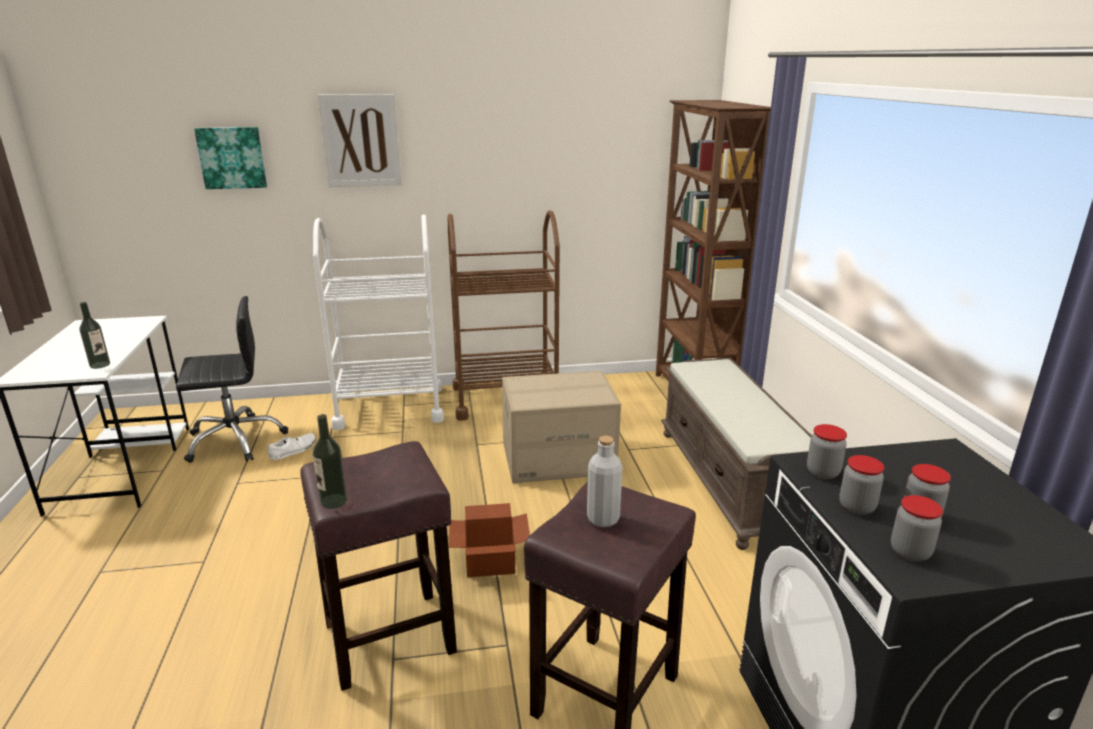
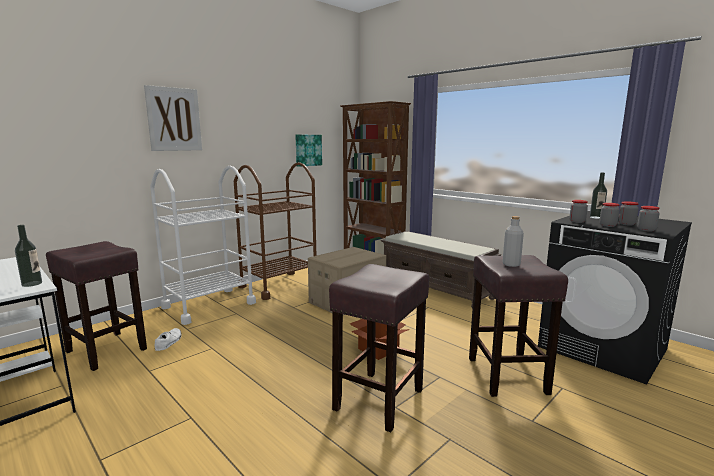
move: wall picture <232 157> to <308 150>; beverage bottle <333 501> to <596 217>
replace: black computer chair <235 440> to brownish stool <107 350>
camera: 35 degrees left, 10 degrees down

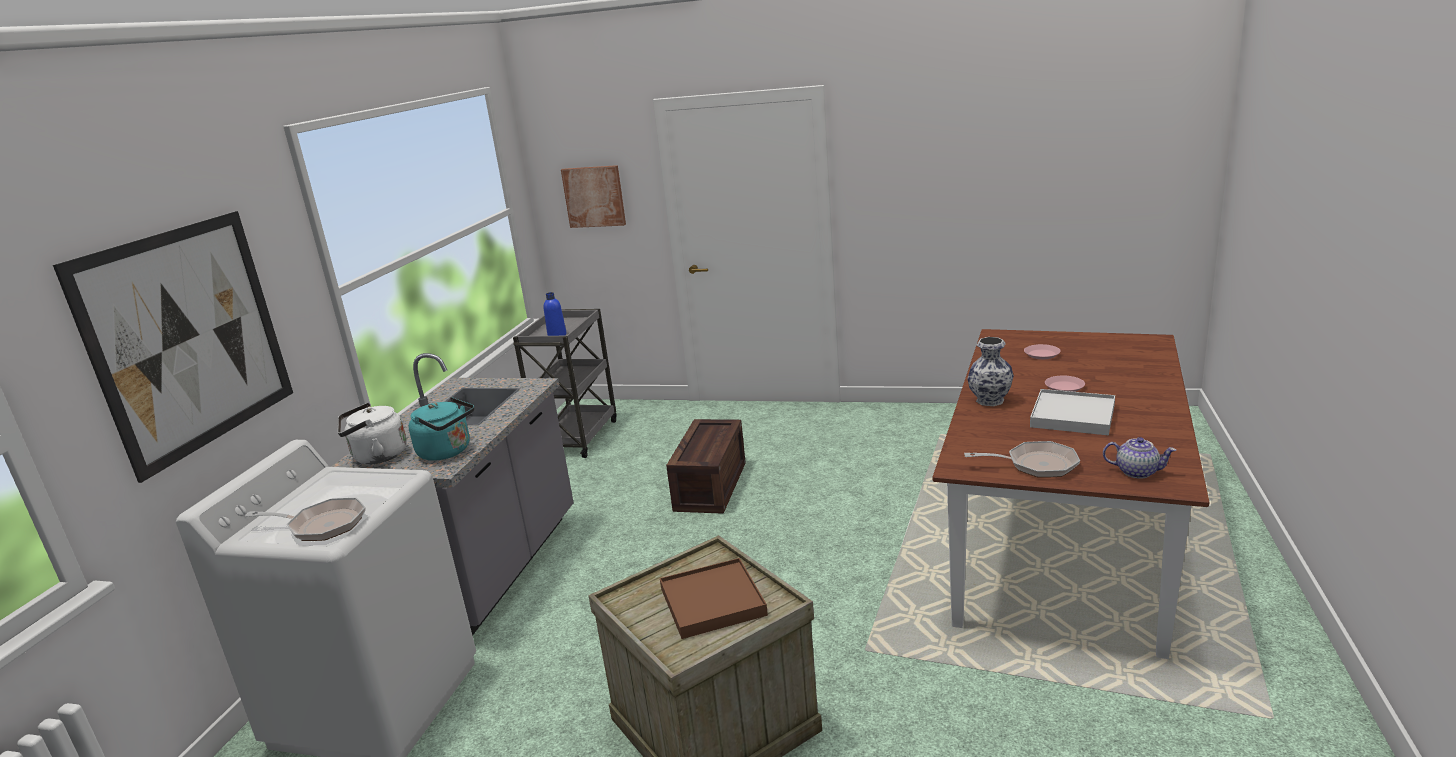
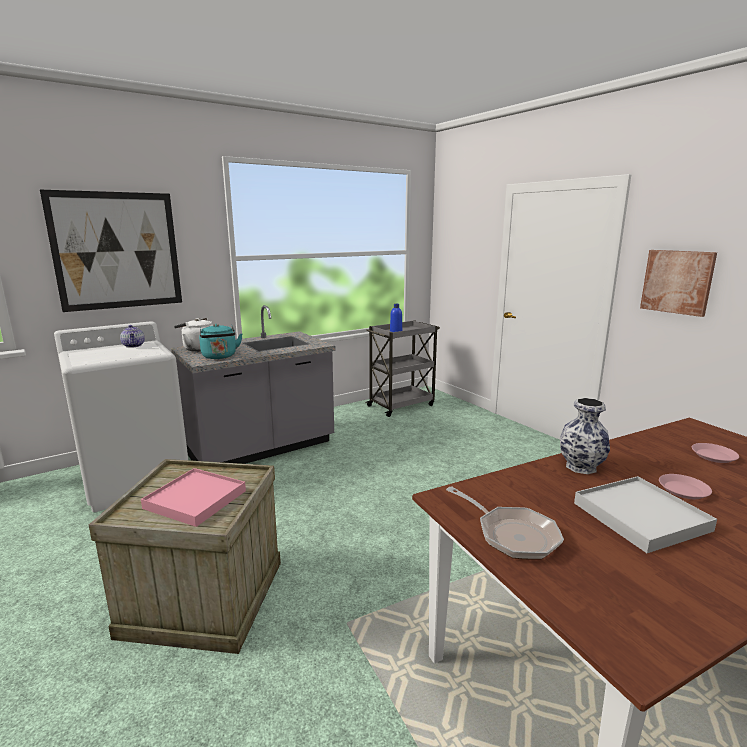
delete: pan <322 525>; packing crate <709 485>
move: wall picture <594 196> to <677 282>; pot for tea <1137 472> to <134 345>
recolor: brownish carrying tray <713 602> to pink-coloured carrying tray <195 500>
camera: 40 degrees right, 5 degrees down

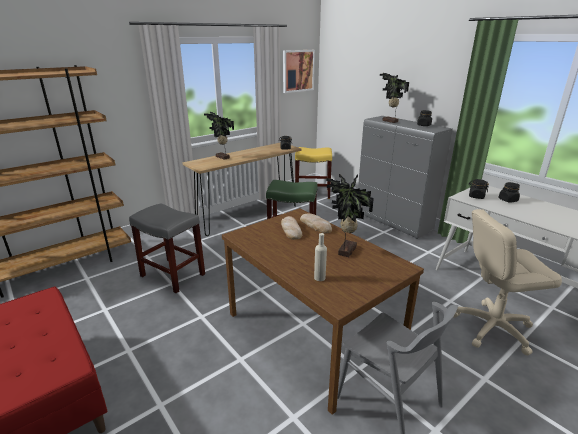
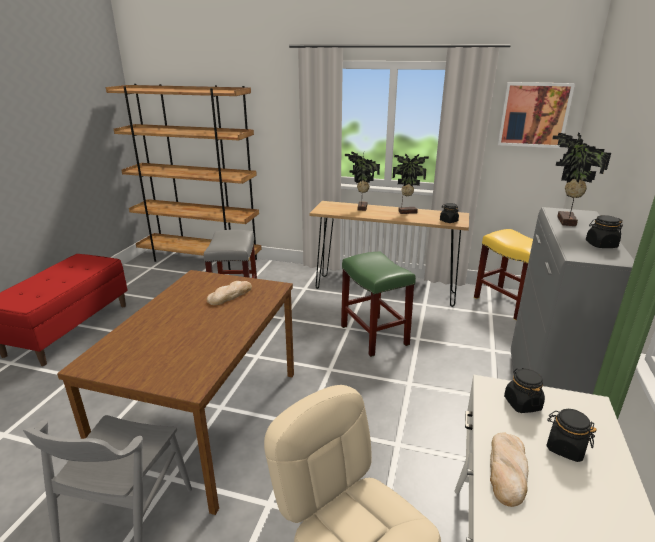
delete: beige-coloured beverage bottle <319 278>
move: bakery bread <316 225> to <507 470>; potted plant <345 250> to <406 212>
camera: 55 degrees right, 0 degrees up

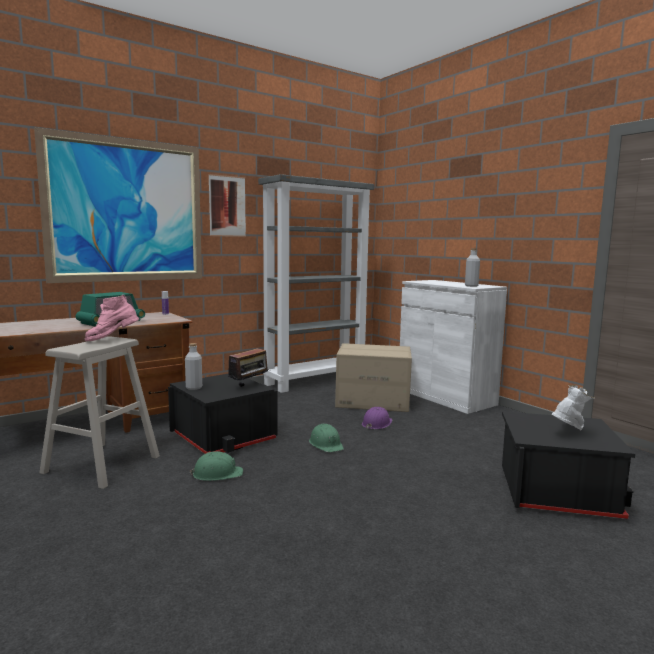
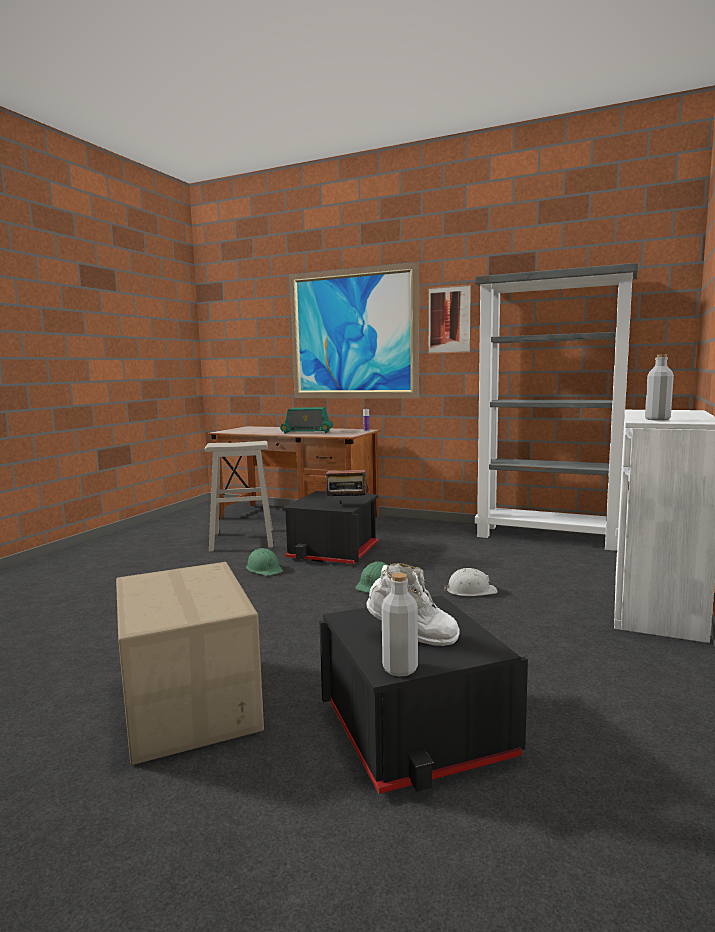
delete: pink-coloured high-top boot <112 339>
move: greyish beverage bottle <194 388> to <400 668>; packing box <373 401> to <191 703>
recolor: purple-coloured hard hat <376 423> to whitish hard hat <470 590>
camera: 60 degrees right, 0 degrees up

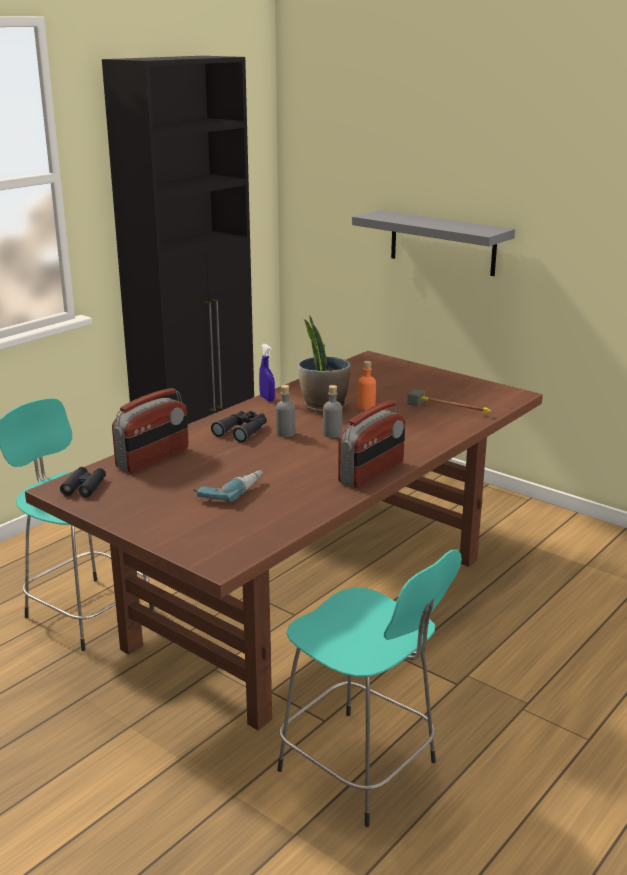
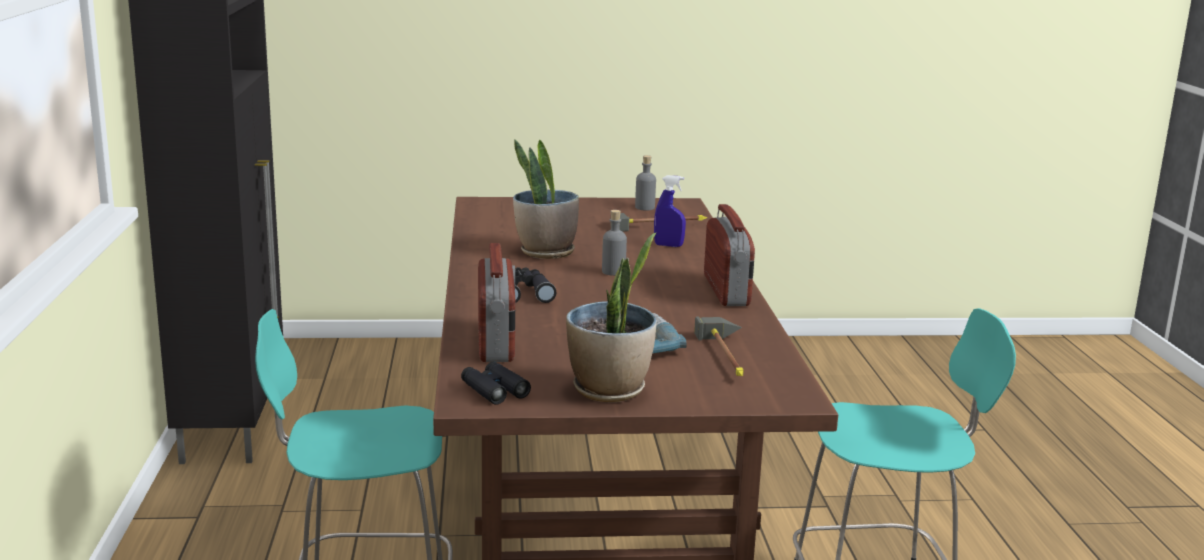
delete: greyish bracket shelf <442 243>; orange-coloured beverage bottle <366 407>
insert: potted plant <609 390>; tool hammer <732 358>
move: blue spray bottle <267 399> to <668 245>; greyish beverage bottle <285 433> to <644 207>
camera: 45 degrees left, 5 degrees down

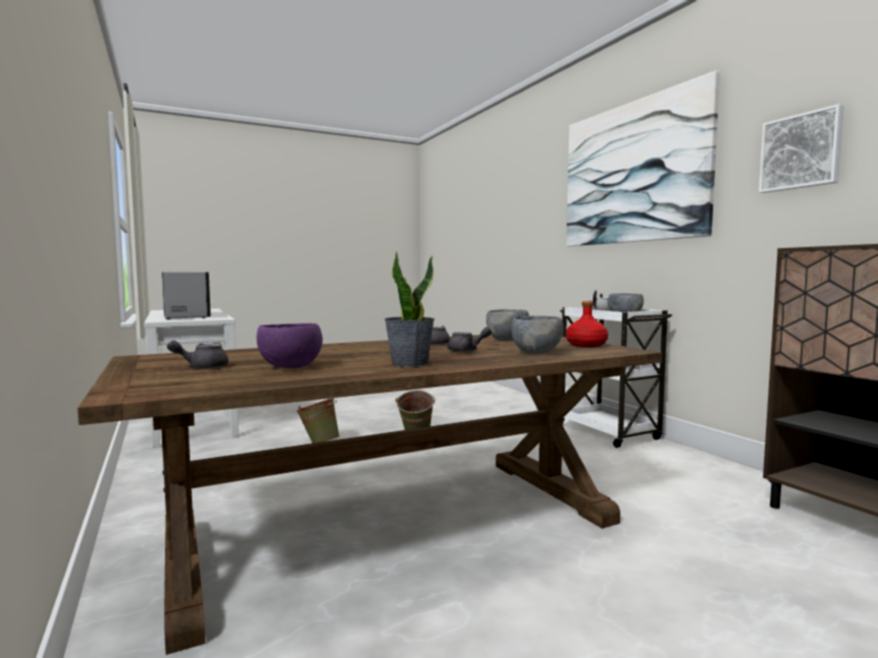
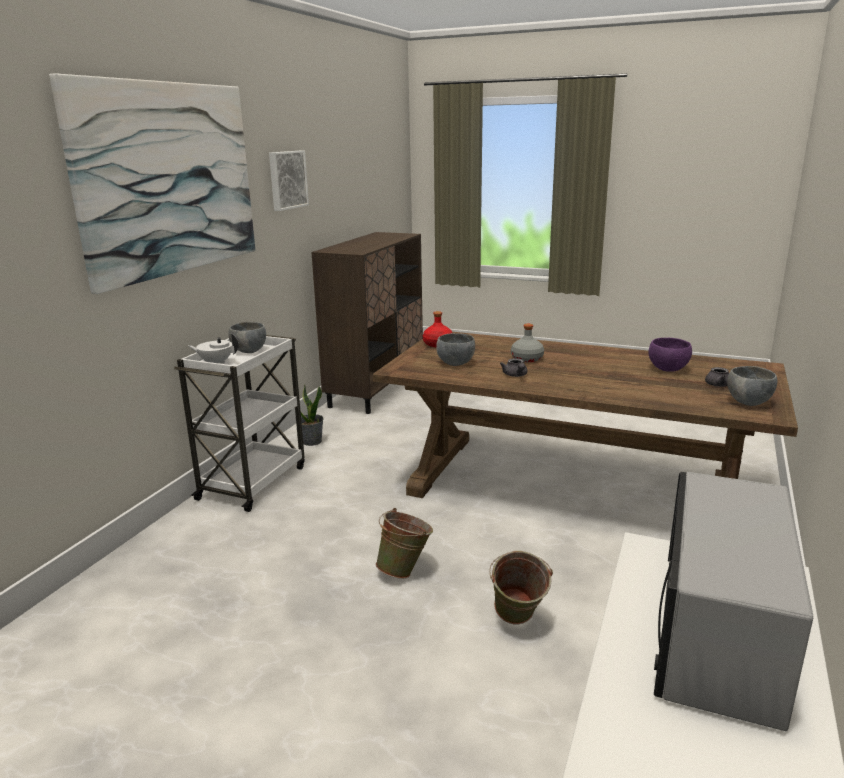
move: potted plant <409 364> to <311 441>; greyish bowl <536 353> to <748 402>
replace: greyish pot for tea <467 350> to greyish beverage bottle <526 359>
camera: 130 degrees left, 15 degrees up

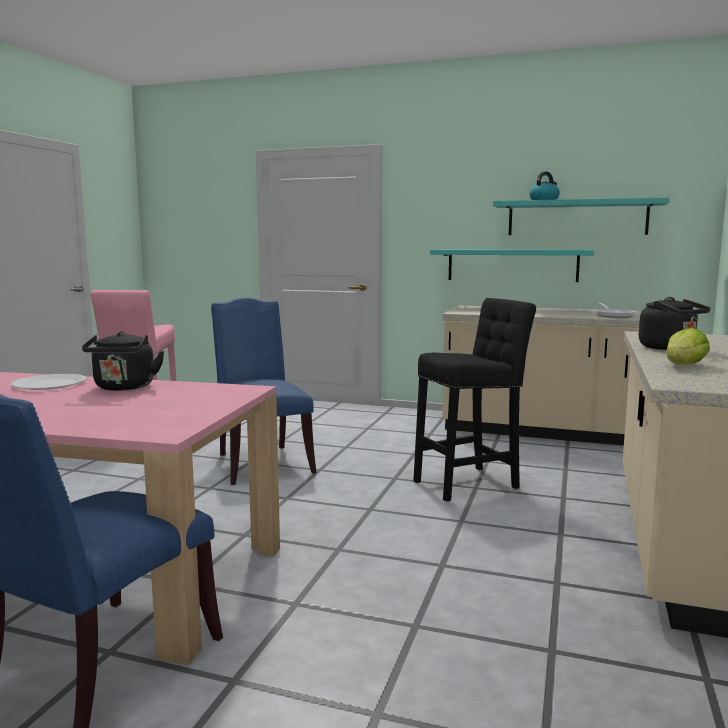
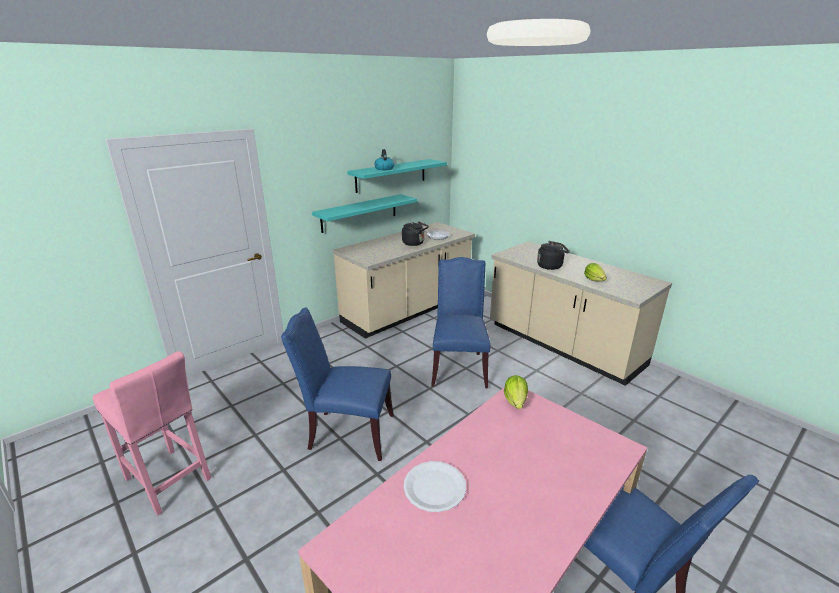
insert: head of lettuce <515 401>
move: black tea kettle <124 388> to <414 243>
replace: black stool <470 483> to blue upright chair <458 367>
camera: 60 degrees left, 15 degrees up

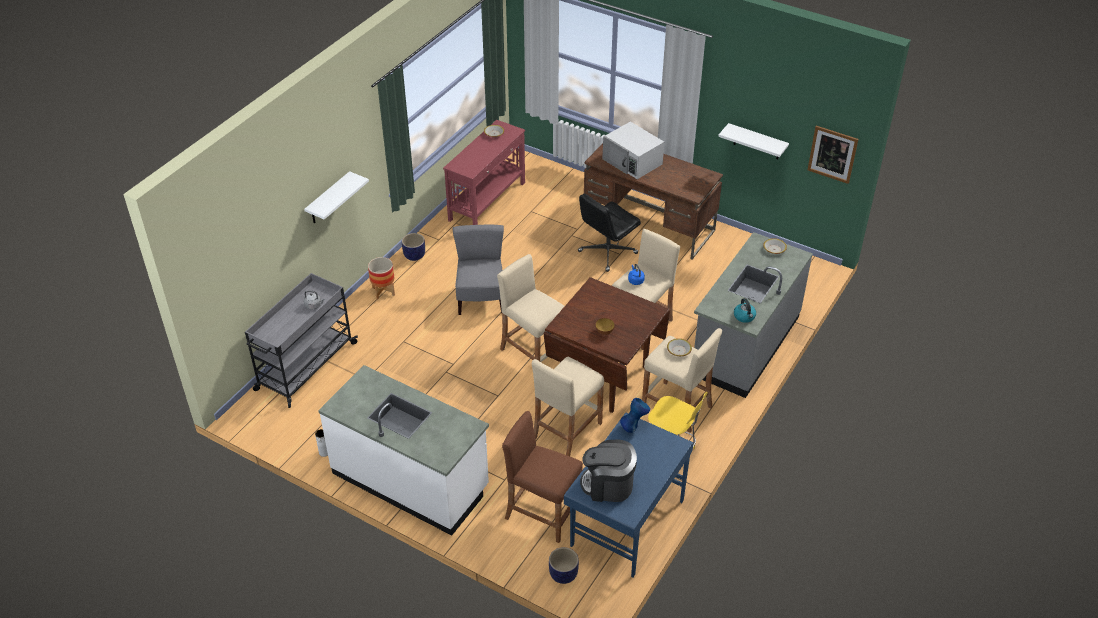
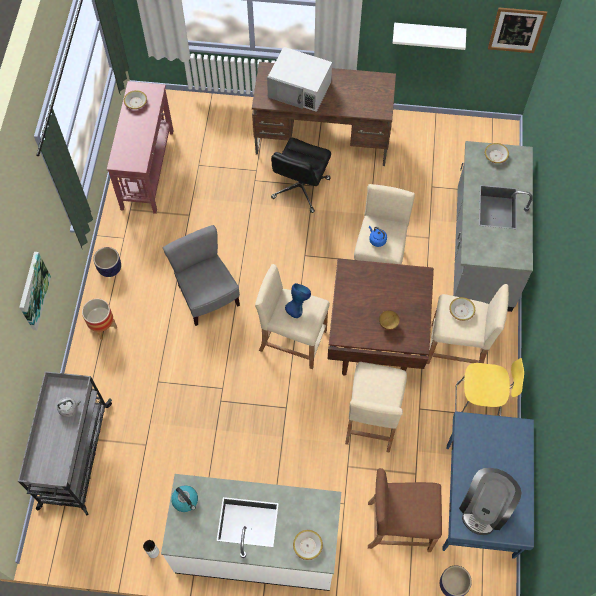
insert: bowl <307 545>
move: blue vase <634 425> to <297 307>; tea kettle <744 316> to <185 500>
replace: whitish bracket shelf <328 199> to wall picture <33 291>
rotate: coffee brewer <608 485> = <485 507> 45 degrees counterclockwise
camera: 25 degrees left, 20 degrees up

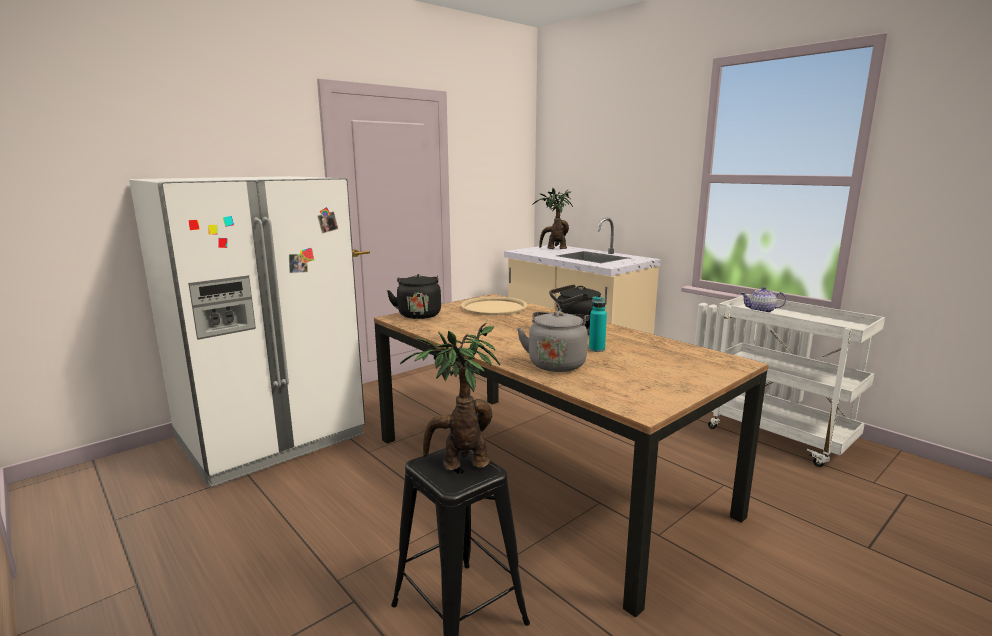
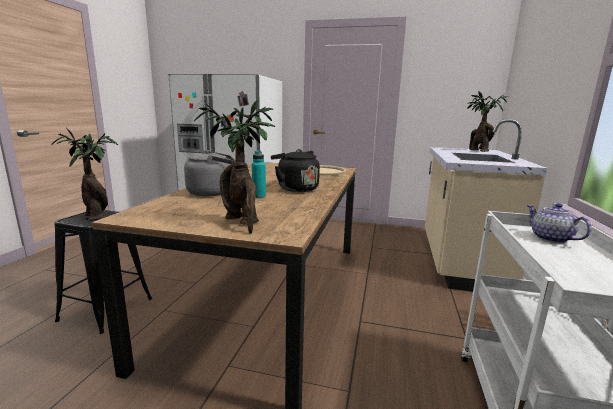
delete: black tea kettle <418 314>
insert: potted plant <242 223>
camera: 55 degrees right, 0 degrees up

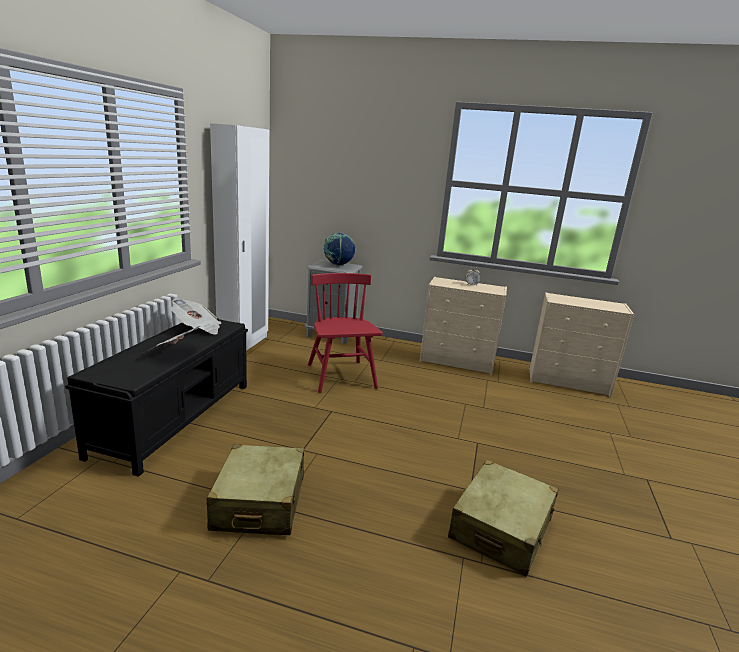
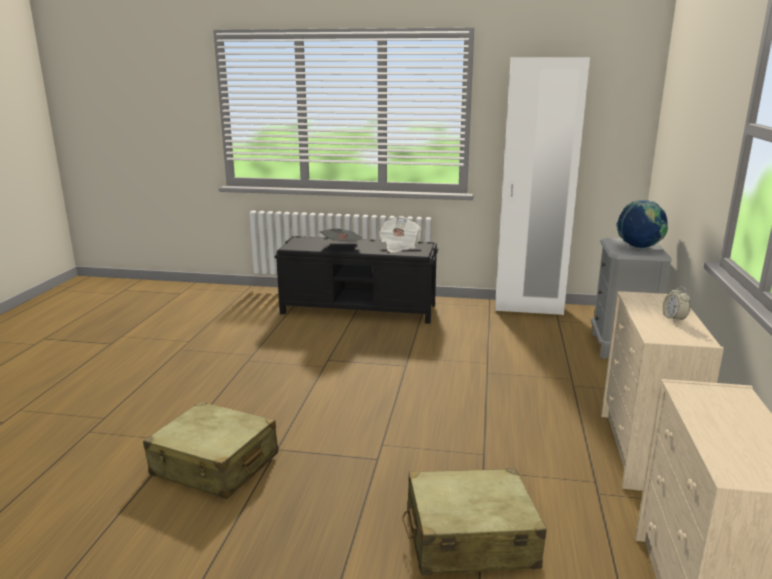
delete: reddish upright chair <341 376>
move: beige-coloured piece of luggage <259 503> to <469 538>
camera: 85 degrees right, 0 degrees up

